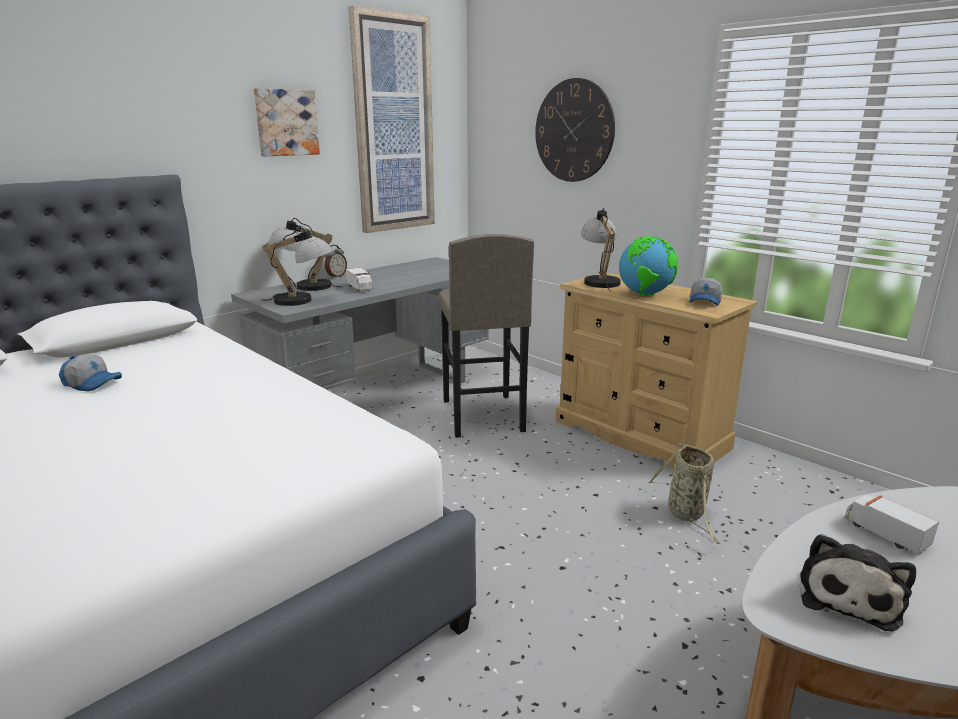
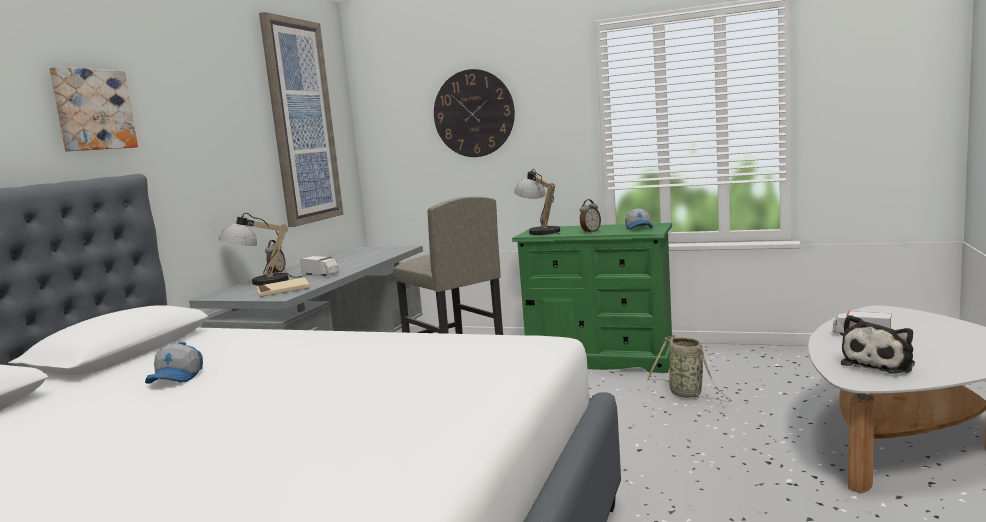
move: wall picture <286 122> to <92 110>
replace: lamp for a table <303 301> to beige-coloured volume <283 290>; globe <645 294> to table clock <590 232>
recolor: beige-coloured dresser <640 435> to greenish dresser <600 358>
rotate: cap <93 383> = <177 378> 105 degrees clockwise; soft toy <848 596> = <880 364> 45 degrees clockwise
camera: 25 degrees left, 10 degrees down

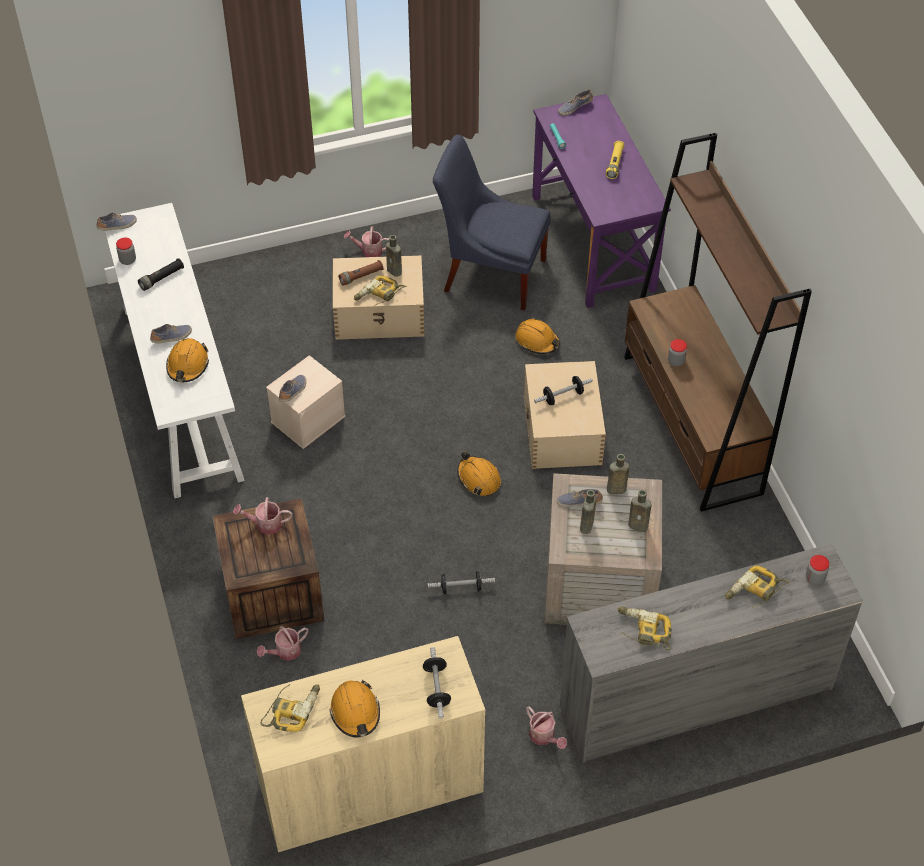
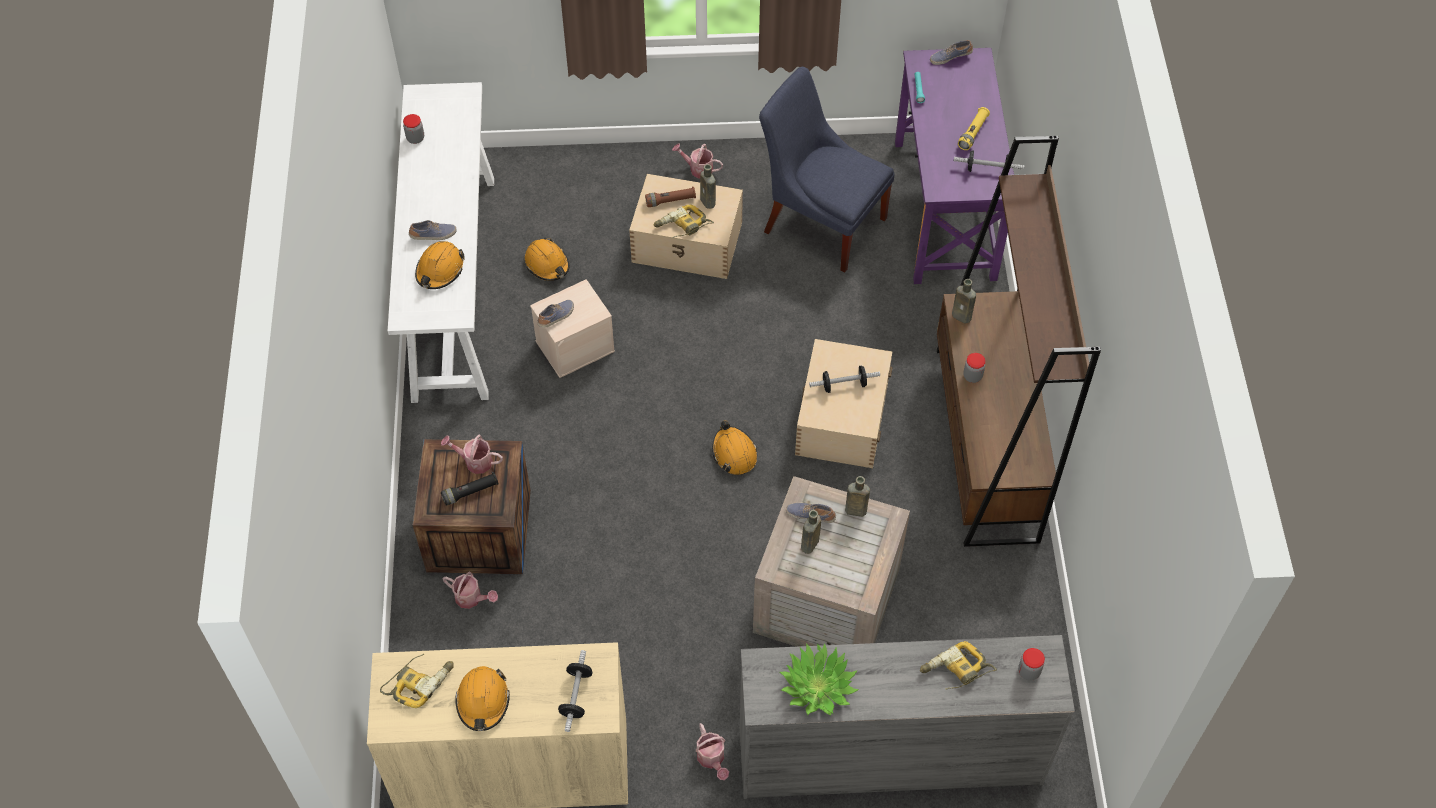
delete: low shoe <117 226>
move: black torch <162 278> to <470 492>; dumbbell <461 588> to <987 170>; orange-coloured hard hat <537 341> to <547 264>; brownish beverage bottle <639 526> to <962 317>
replace: electric drill <643 631> to potted plant <818 686>
rotate: sprinkling can <285 652> = <472 598> 135 degrees counterclockwise
camera: 15 degrees right, 5 degrees up

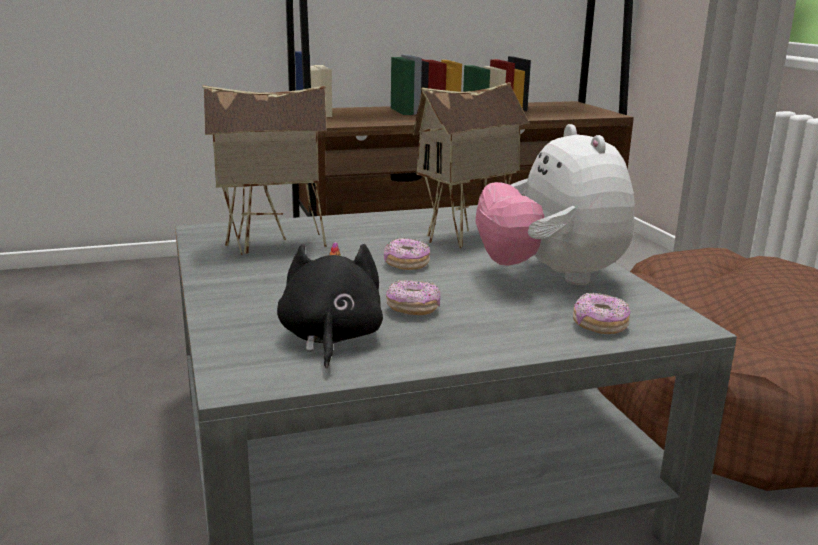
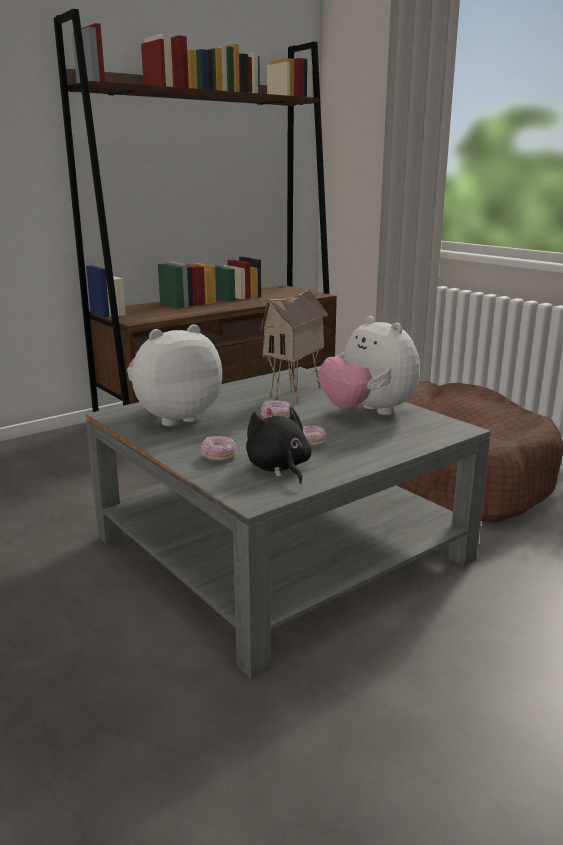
move: doughnut <599 326> to <218 456>
replace: miniature house <273 245> to soft toy <174 417>
camera: 20 degrees left, 0 degrees up

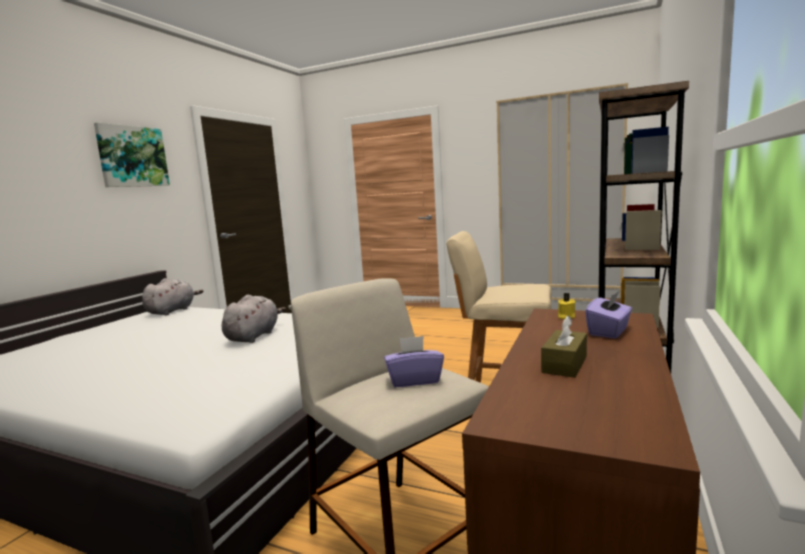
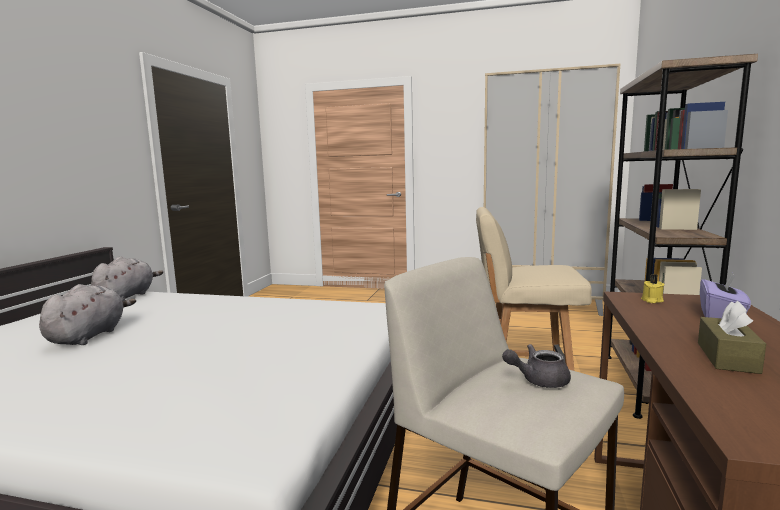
delete: wall picture <132 156>
move: greyish soft toy <254 336> to <89 336>
replace: purple-coloured tissue holder <414 380> to greyish pot for tea <538 380>
camera: 10 degrees left, 0 degrees up

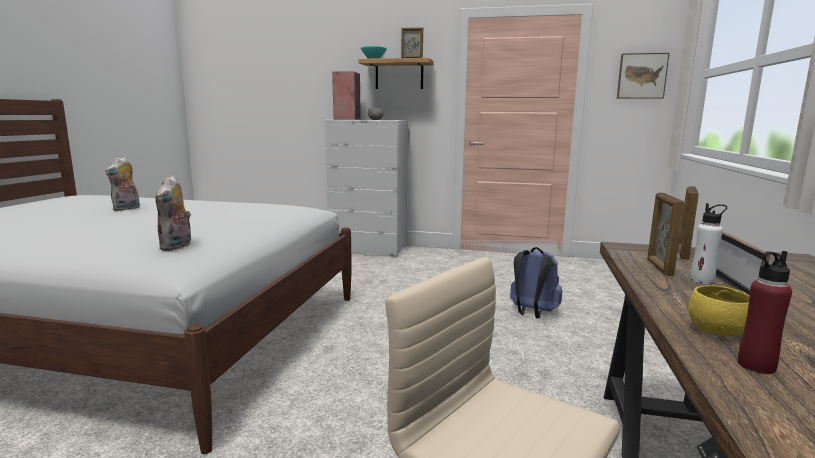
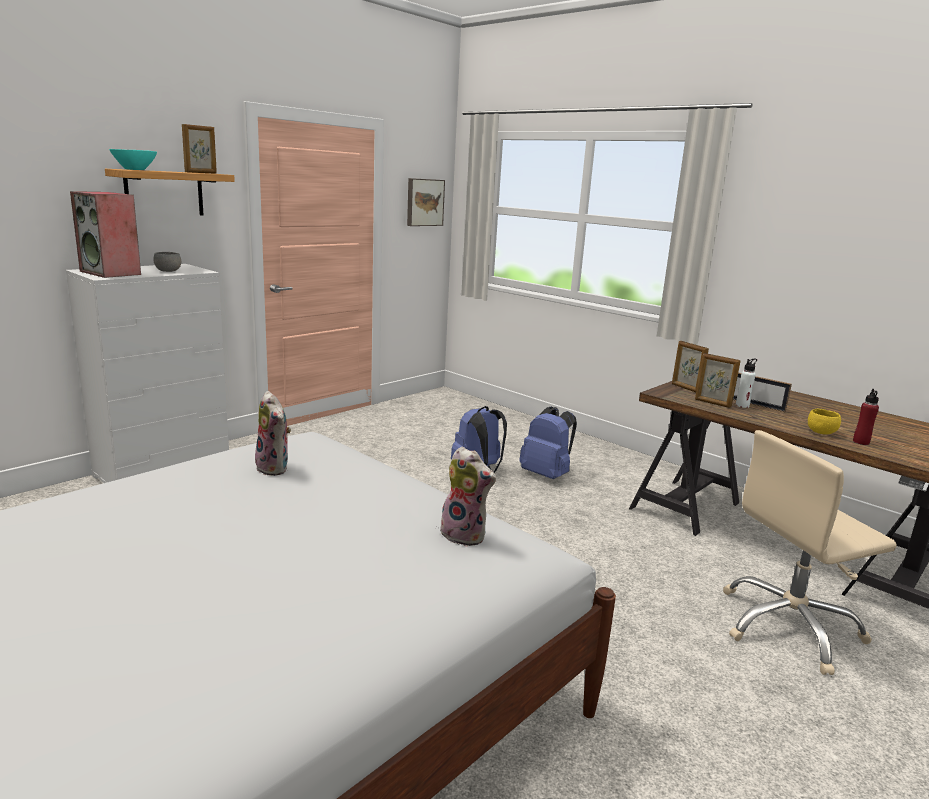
insert: blue rucksack <546 475>
move: soft toy <126 209> to <275 468>
camera: 60 degrees left, 5 degrees up

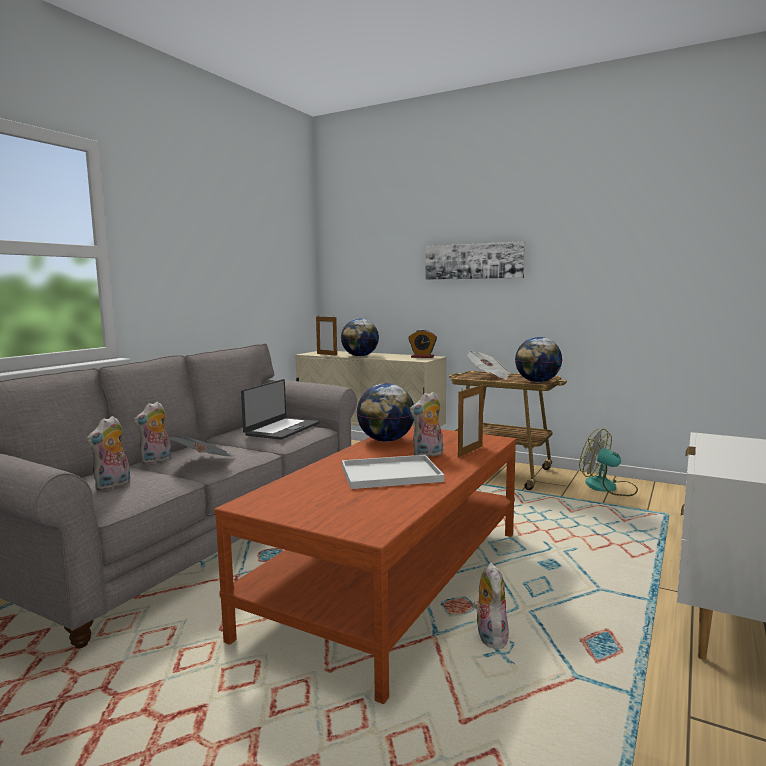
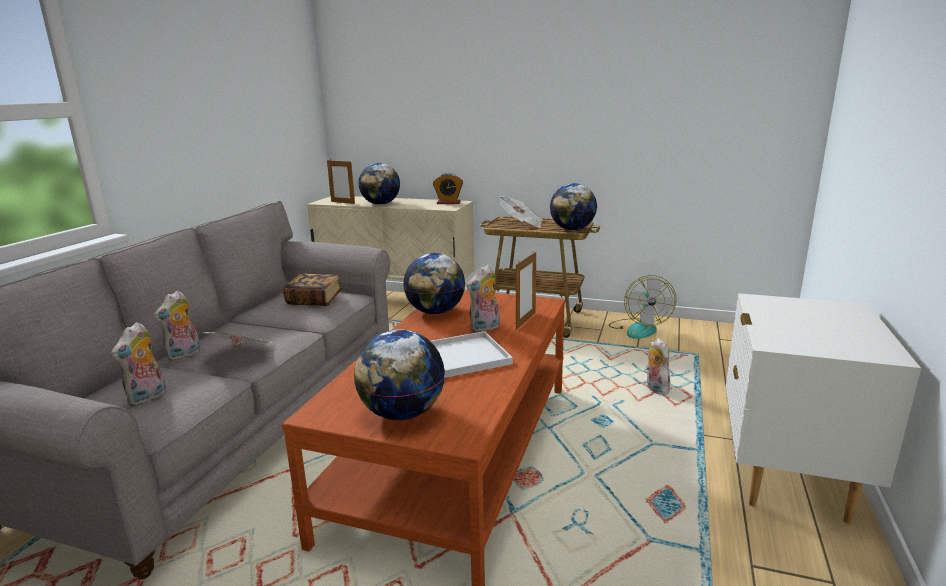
delete: wall picture <473 261>
insert: globe <402 413>
move: soft toy <489 637> to <655 389>
replace: portable computer <282 429> to volume <314 300>
rotate: fan <608 487> = <639 328> 120 degrees counterclockwise
camera: 10 degrees left, 10 degrees up

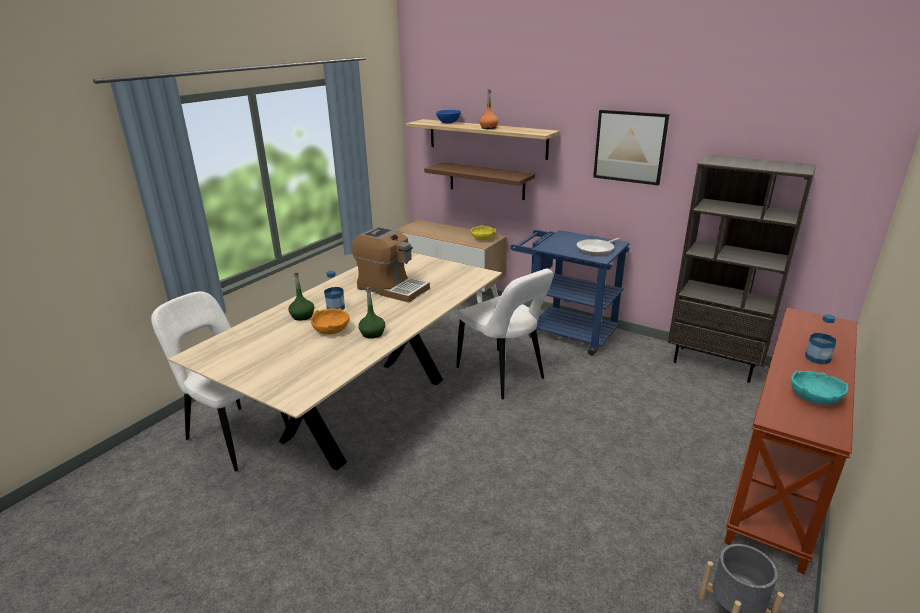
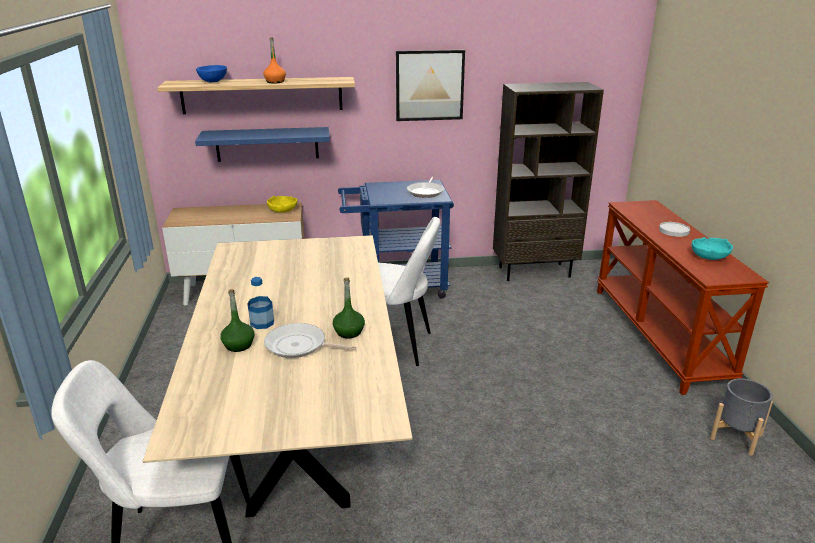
delete: coffee brewer <392 288>
replace: orange-coloured bowl <331 330> to pan <299 346>; beverage bottle <817 358> to whitish flat dish <673 231>
recolor: brownish bracket shelf <486 181> to blue bracket shelf <267 144>
camera: 40 degrees left, 0 degrees up

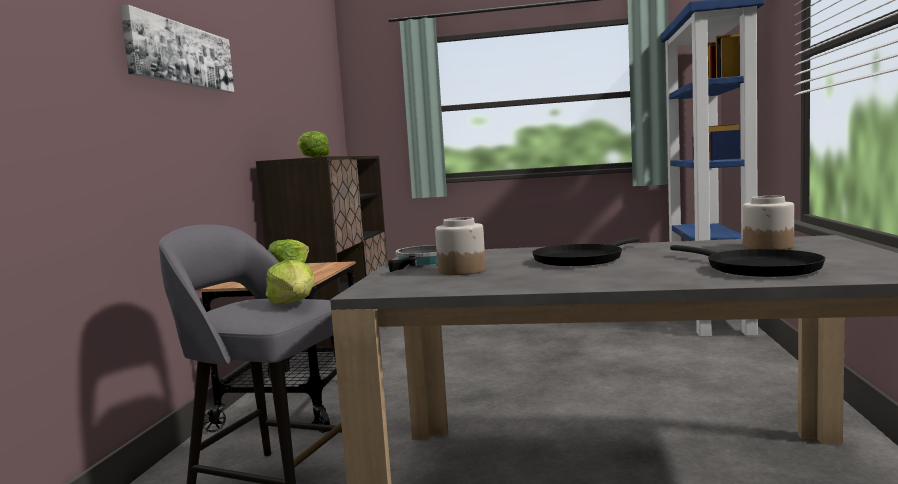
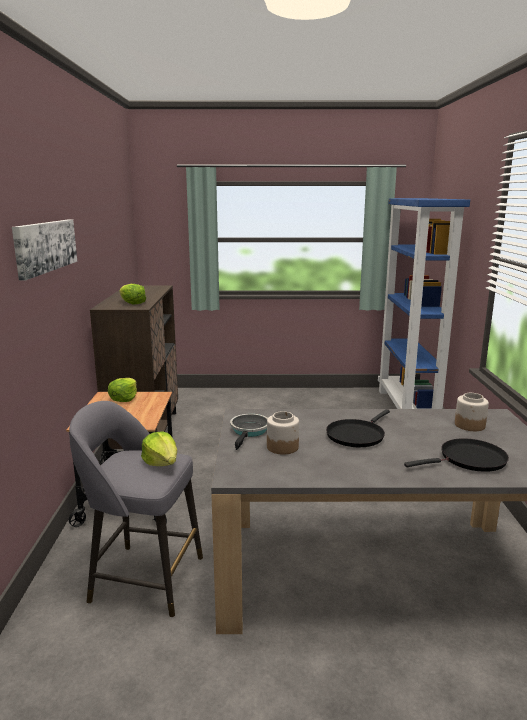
rotate: black pan <756 268> = <469 460> 75 degrees counterclockwise
camera: 10 degrees left, 10 degrees up

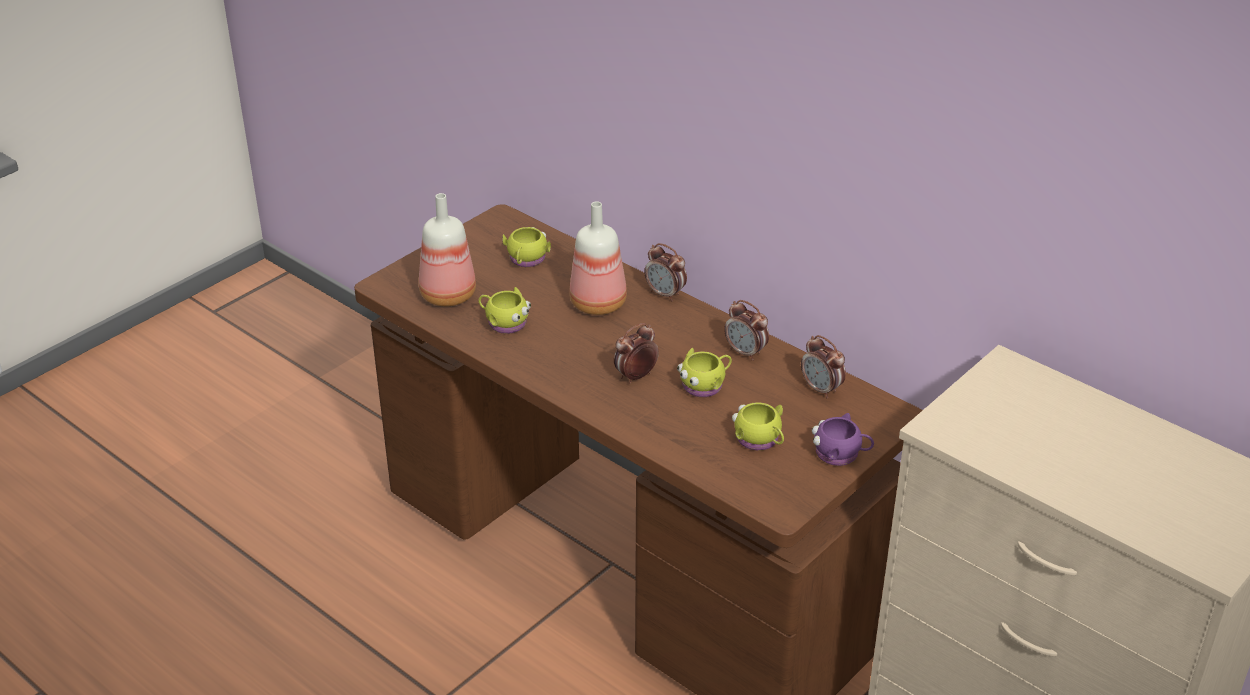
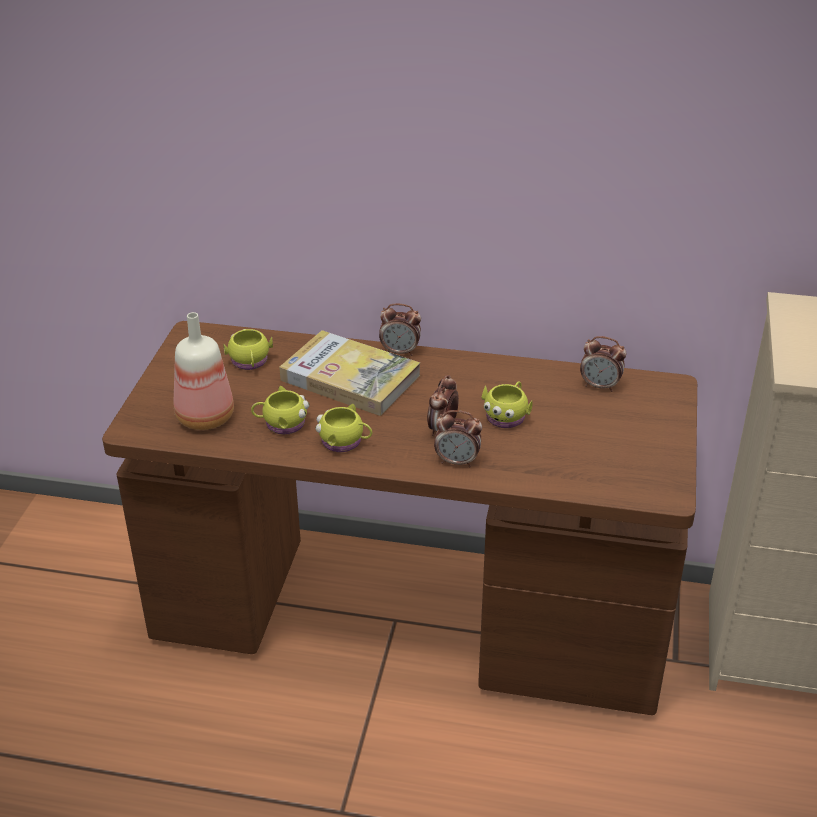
delete: purple-coloured tea mug <840 454>
move: table clock <745 352> to <457 461>; yellow-coloured tea mug <760 440> to <345 442>
replace: beverage bottle <598 302> to volume <350 378>
camera: 30 degrees left, 0 degrees up

